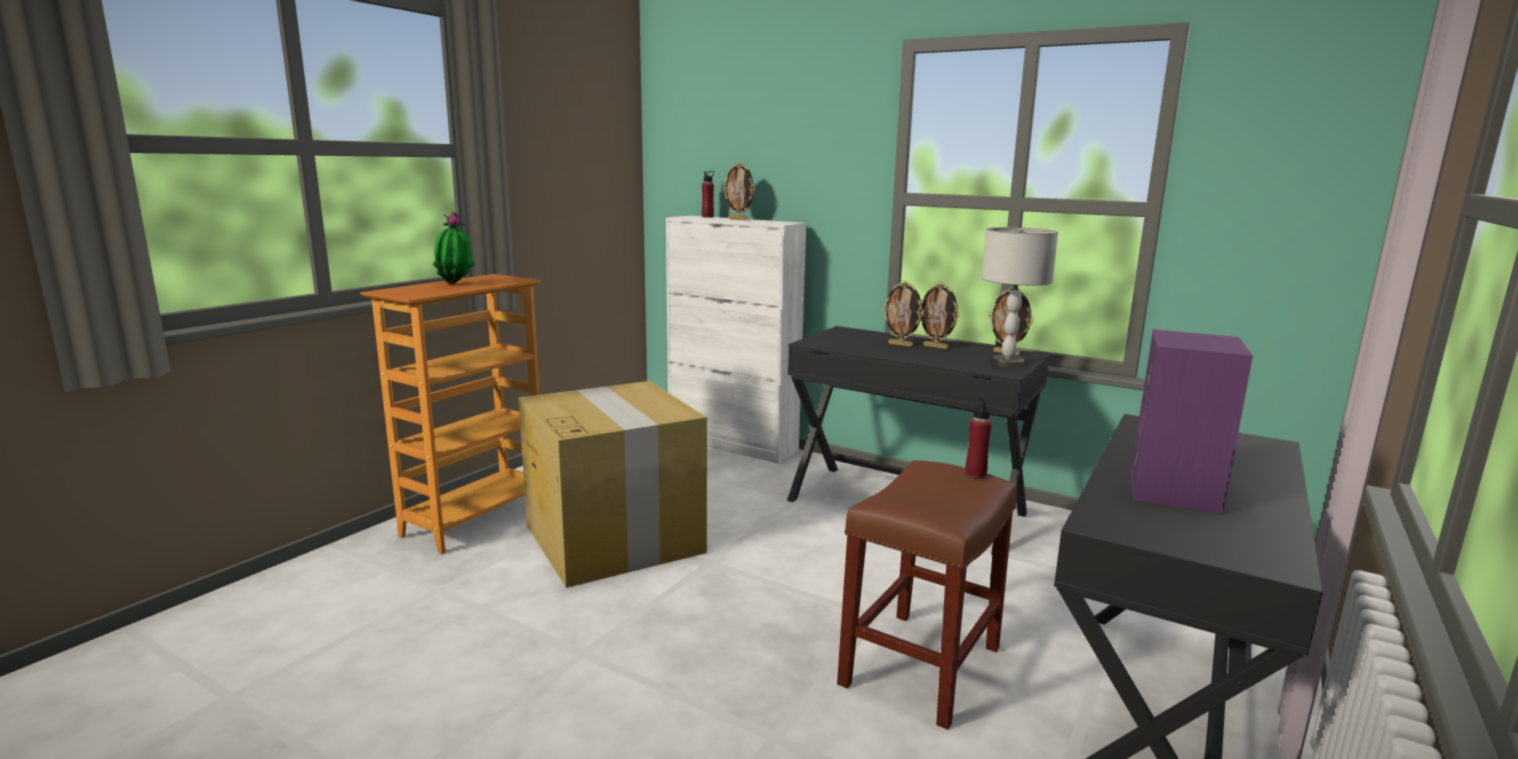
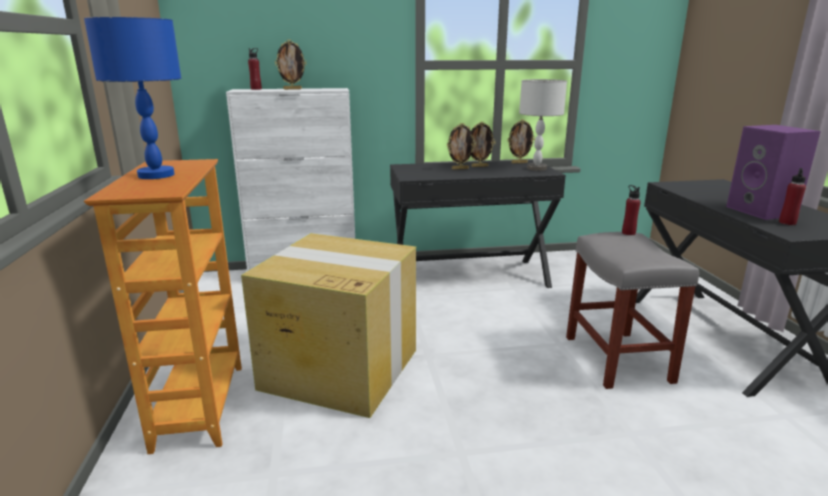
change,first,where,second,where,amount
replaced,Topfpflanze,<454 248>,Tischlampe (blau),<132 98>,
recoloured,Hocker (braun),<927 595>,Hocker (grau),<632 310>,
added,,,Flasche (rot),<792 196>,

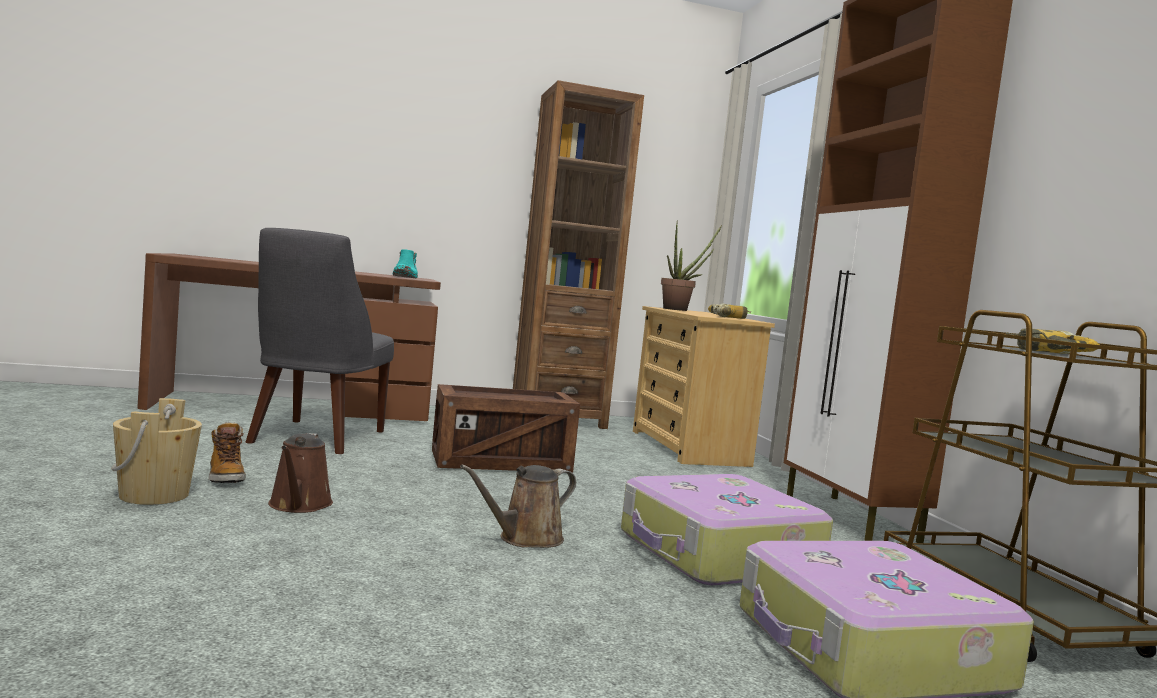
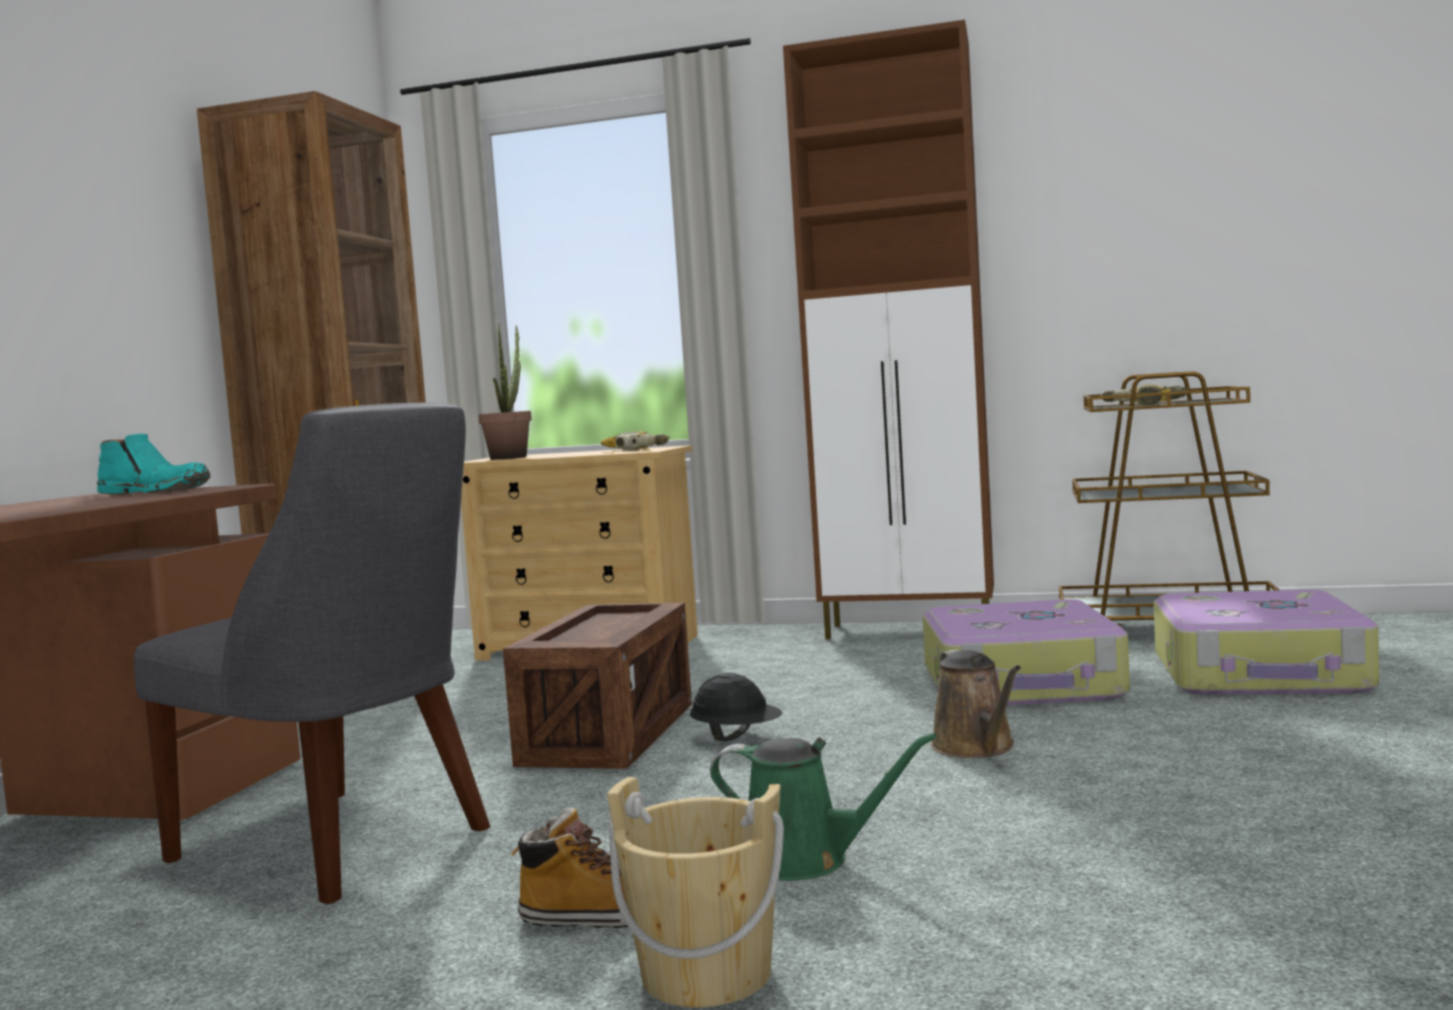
change,first,where,second,where,amount
recoloured,Gießkanne (braun),<300 473>,Gießkanne (grün),<823 807>,
added,,,Schutzhelm (schwarz),<736 707>,

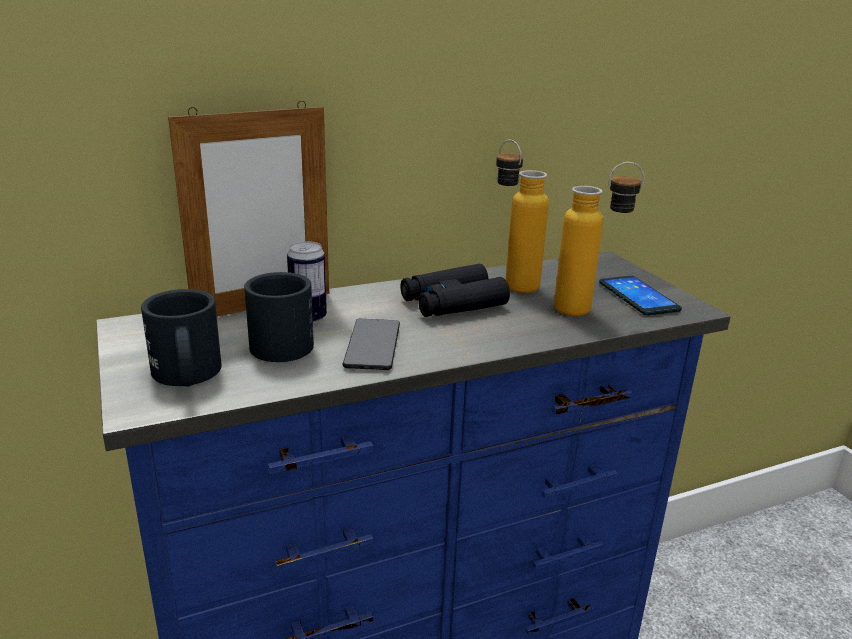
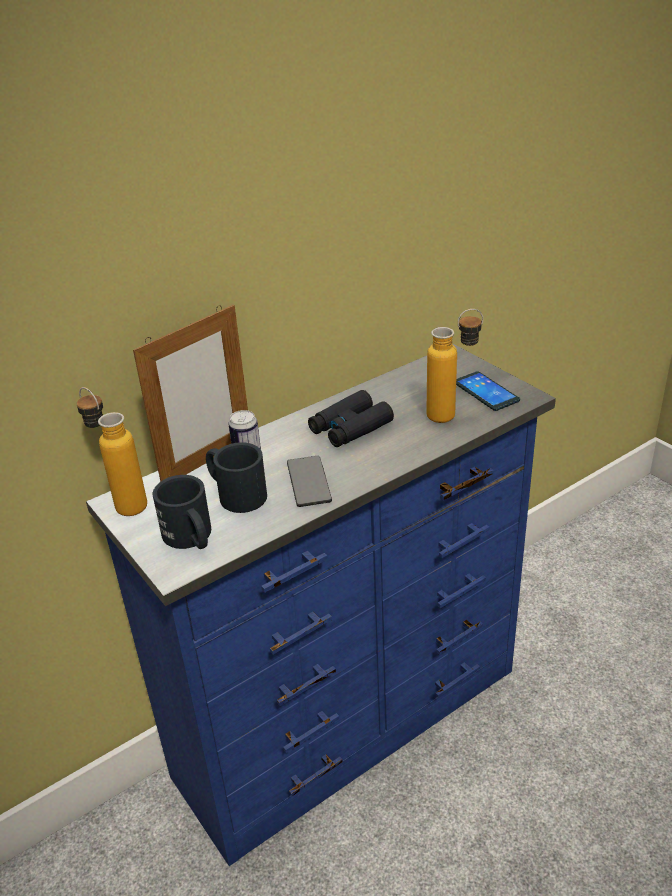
change,first,where,second,where,amount
moved,Flasche,<522 216>,,<112 451>,

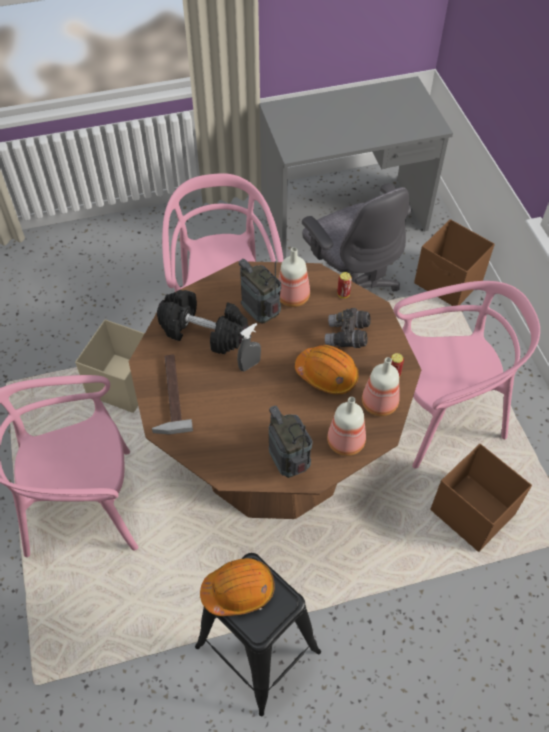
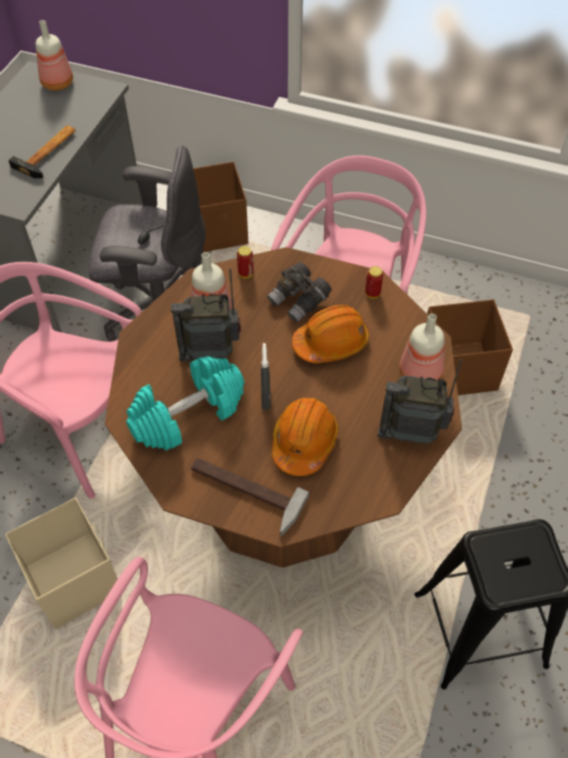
change,first,where,second,where,amount
recoloured,Hantel (schwarz),<203 322>,Hantel (türkis),<185 403>,
moved,Schutzhelm (orange),<237 587>,,<305 437>,
moved,Flasche,<381 386>,,<54 55>,
added,,,Hammer,<42 151>,

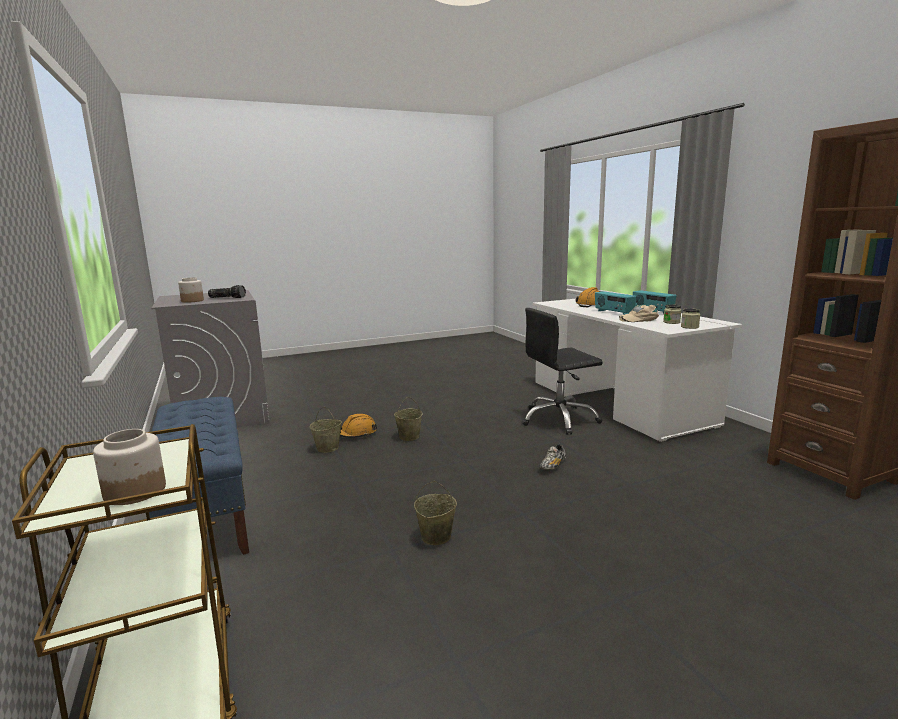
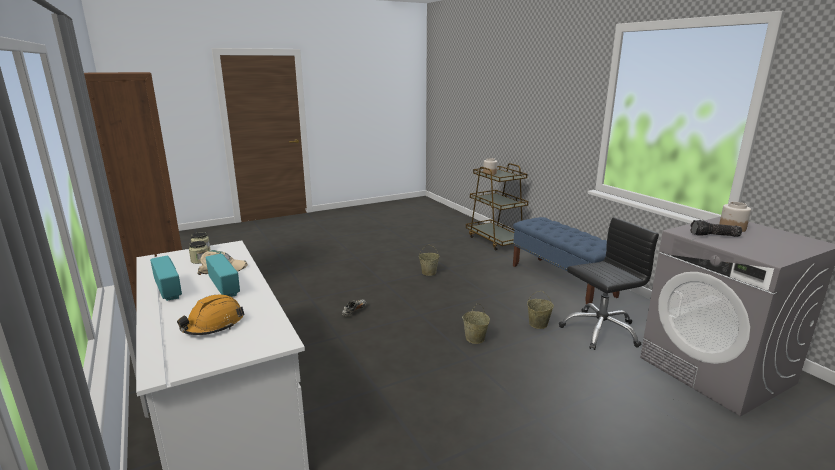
change,first,where,second,where,amount
removed,Schutzhelm (orange),<358 426>,,,
moved,Bürostuhl (schwarz),<562 371>,,<609 283>,

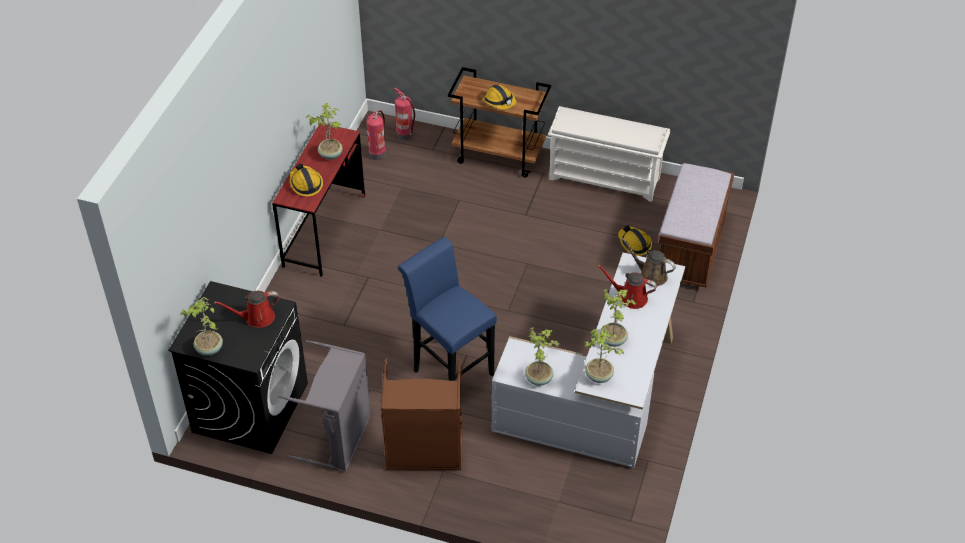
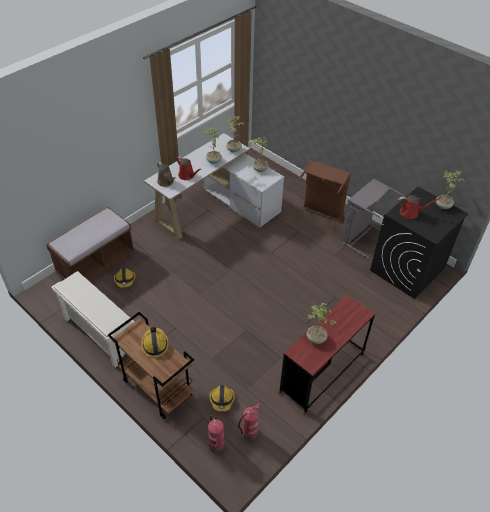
change,first,where,second,where,amount
moved,Schutzhelm,<306 180>,,<222 398>,
removed,Hocker (blau),<447 309>,,,

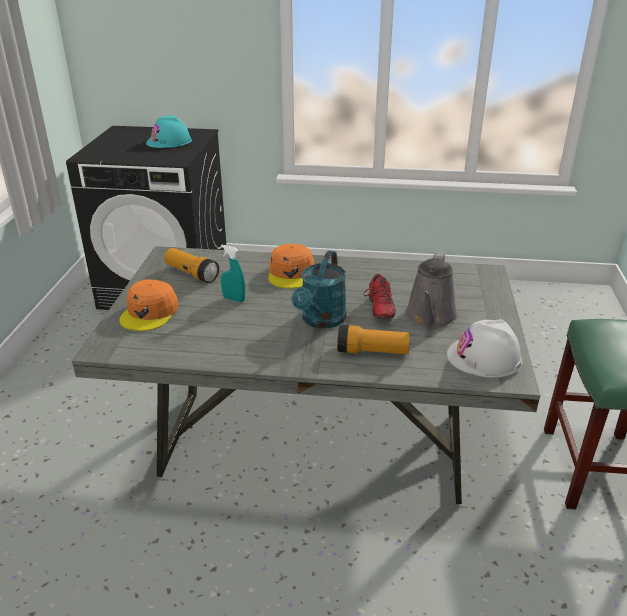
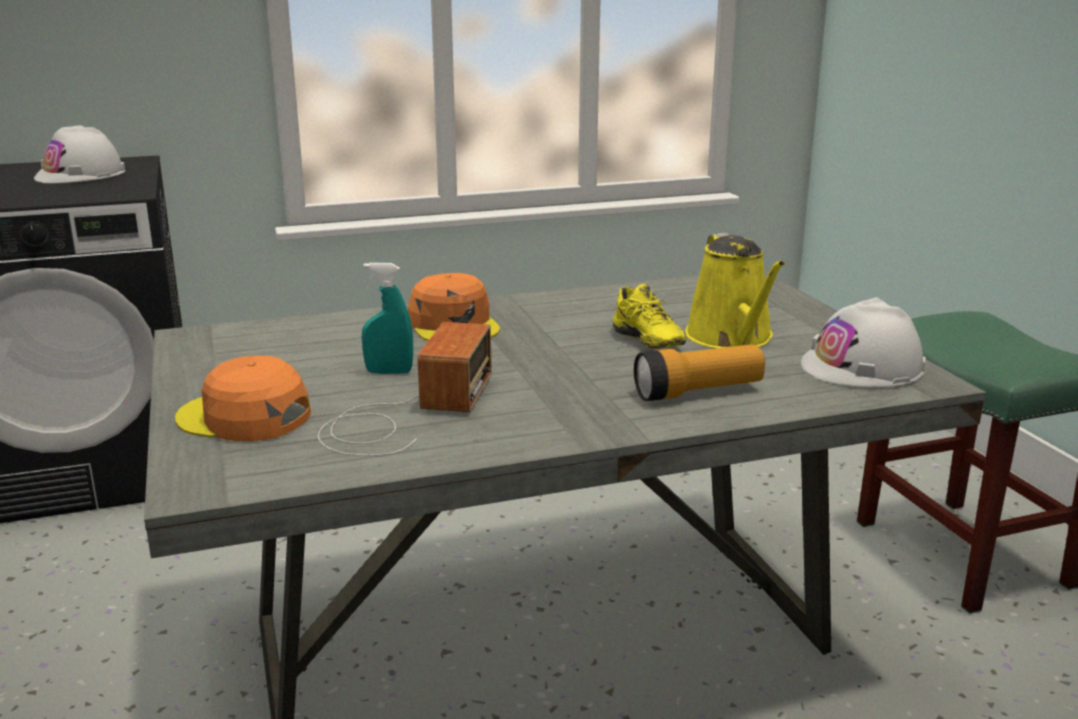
change,first,where,second,where,amount
turned,Kappe (orange),<148 305>,,<243 398>,120 degrees clockwise
recoloured,Schutzhelm (türkis),<169 131>,Schutzhelm (weiß),<79 154>,
removed,Taschenlampe,<191 265>,,,
removed,Gießkanne (türkis),<319 290>,,,
recoloured,Schuh (rot),<379 296>,Schuh (gelb),<649 316>,
recoloured,Gießkanne (grau),<431 290>,Gießkanne (gelb),<735 291>,
added,,,Radio,<405 389>,

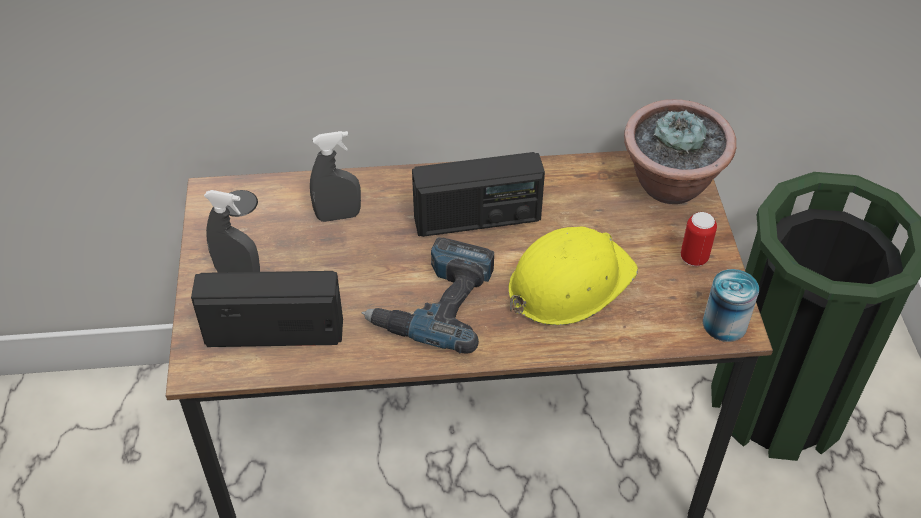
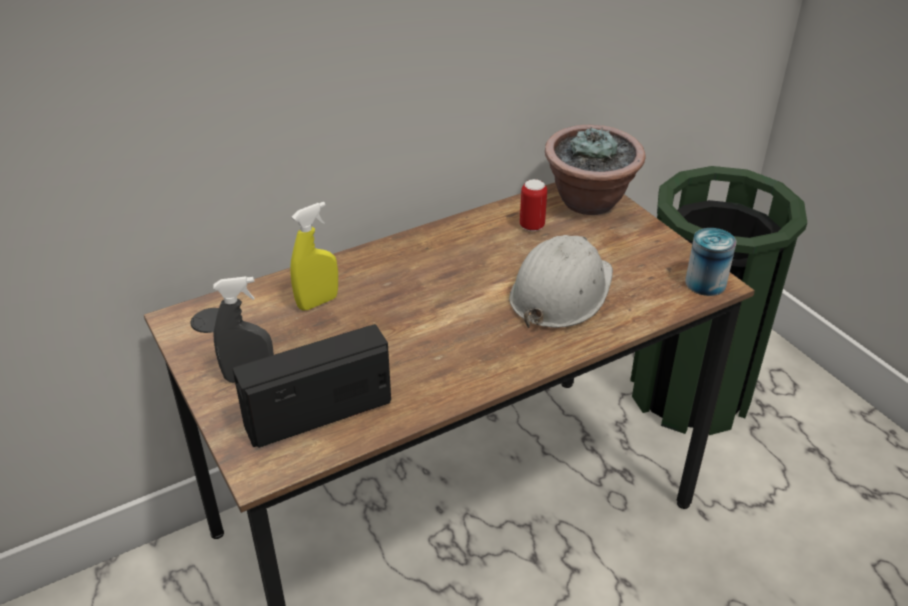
change,first,where,second,where,amount
recoloured,Sprühflasche (grau),<335 176>,Sprühflasche (gelb),<314 256>,
removed,Bohrmaschine,<428 295>,,,
removed,Radio,<478 194>,,,
recoloured,Schutzhelm (gelb),<573 276>,Schutzhelm (weiß),<561 281>,
moved,Dose,<699 239>,,<533 205>,

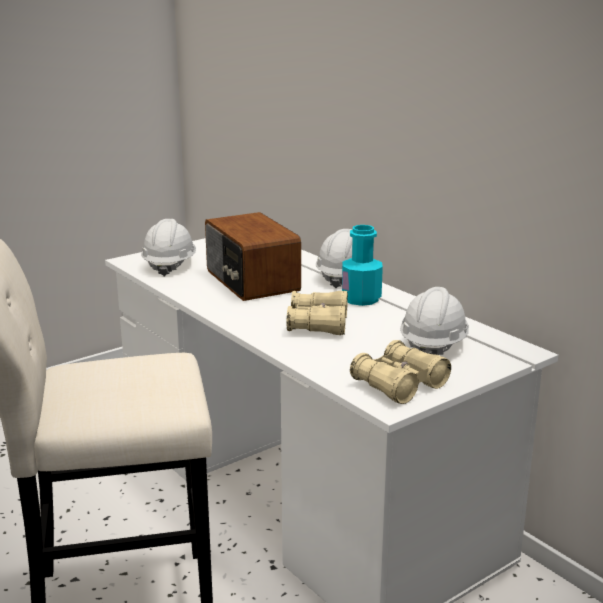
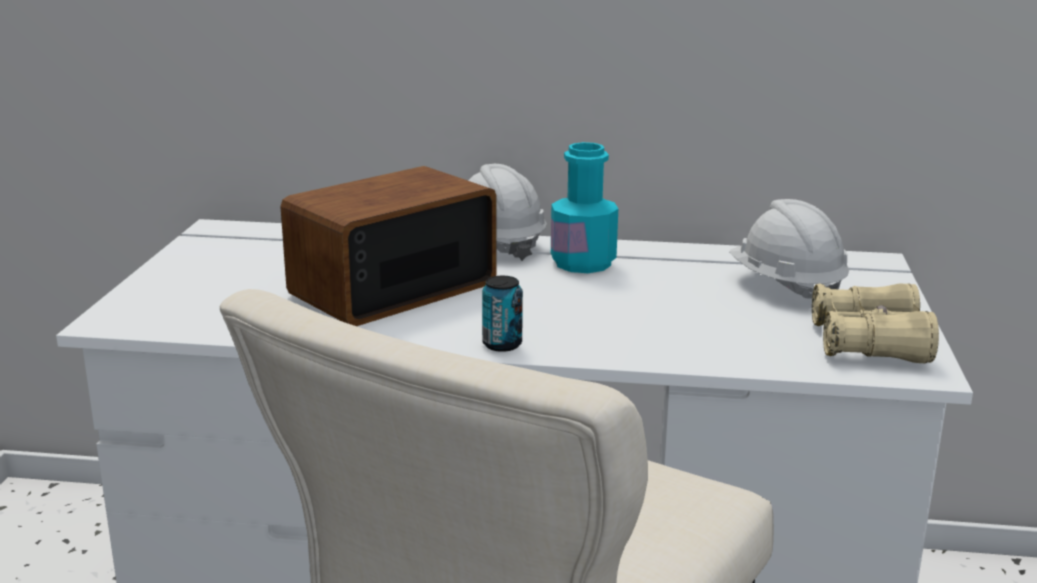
change,first,where,second,where,amount
removed,Schutzhelm (weiß),<168 248>,,,
turned,Radio,<253 256>,,<389 246>,120 degrees clockwise
removed,Fernglas (beige),<317 313>,,,
added,,,Dose,<502 314>,

